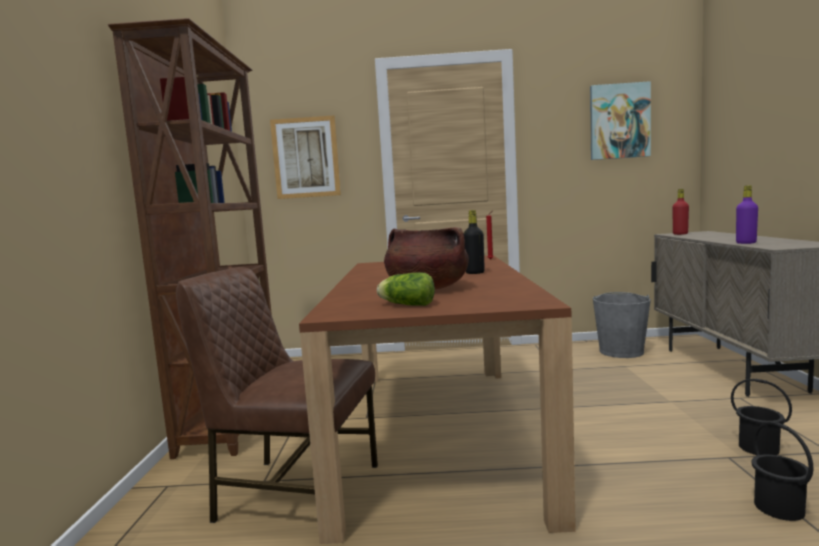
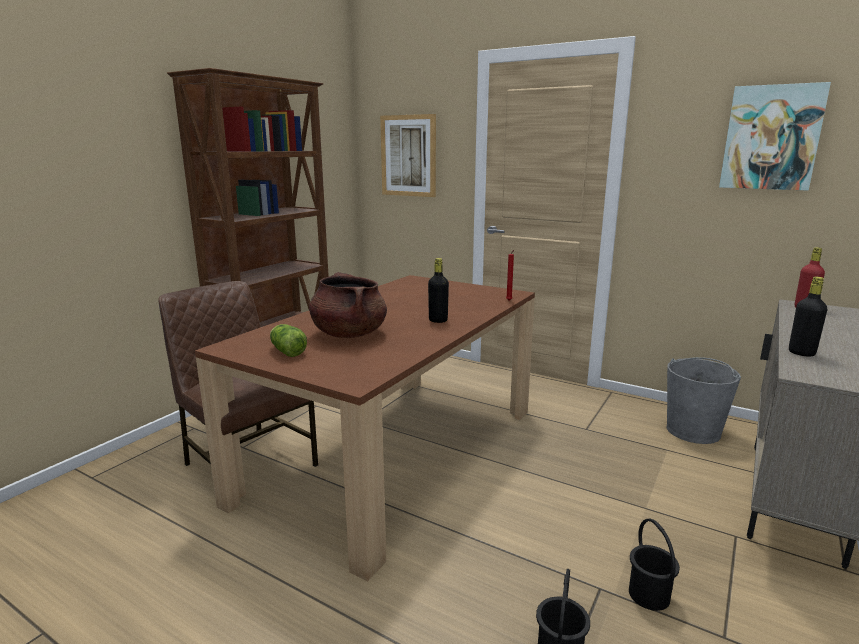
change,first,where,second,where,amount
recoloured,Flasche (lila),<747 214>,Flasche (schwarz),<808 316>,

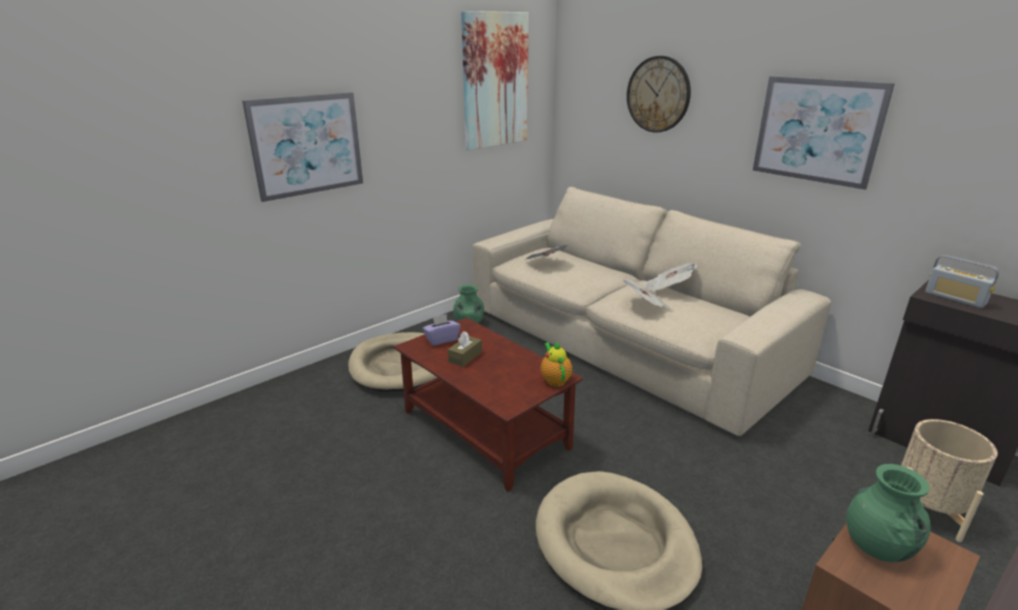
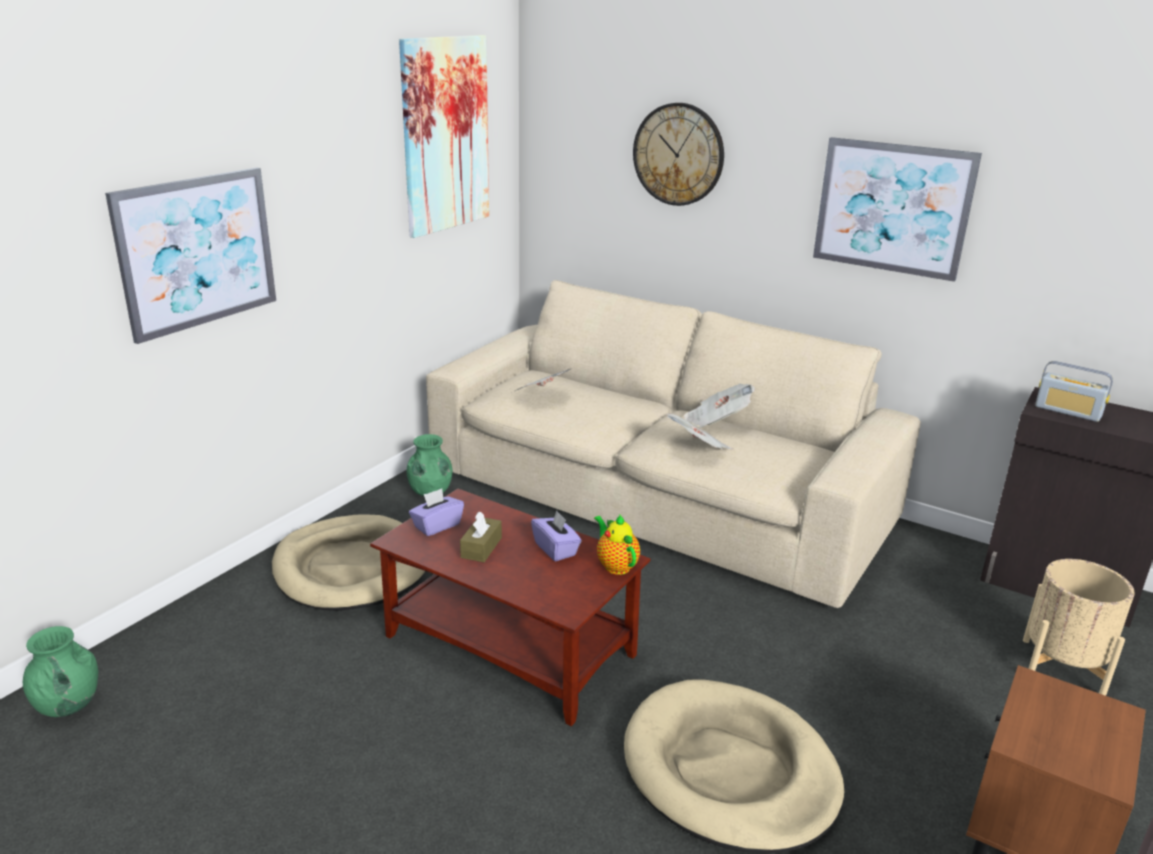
change,first,where,second,where,amount
moved,Vase (grün),<889 513>,,<60 671>,
added,,,Taschentuchbox (lila),<556 535>,

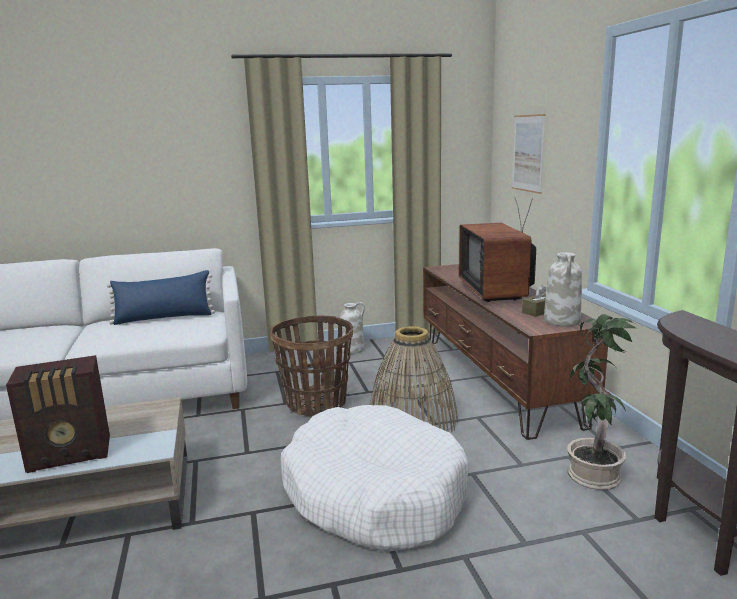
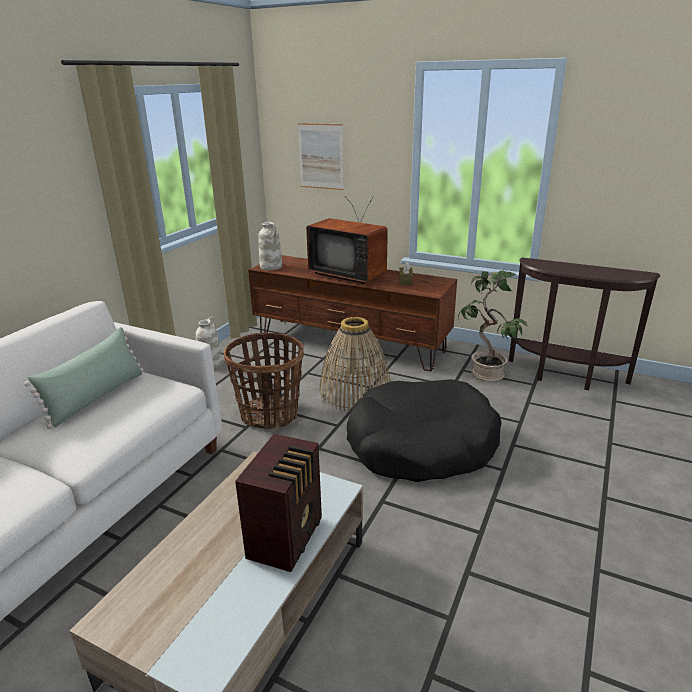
change,first,where,second,where,amount
recoloured,Kissen (blau),<161 297>,Kissen (grün),<84 378>,
recoloured,Hundebett (weiß),<375 478>,Hundebett (schwarz),<424 430>,
moved,Vase (weiß),<563 289>,,<270 246>,

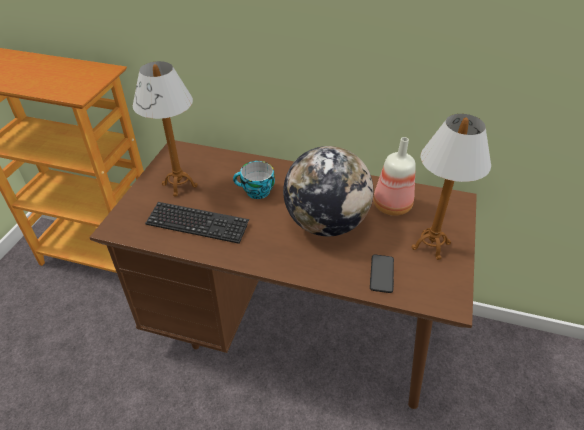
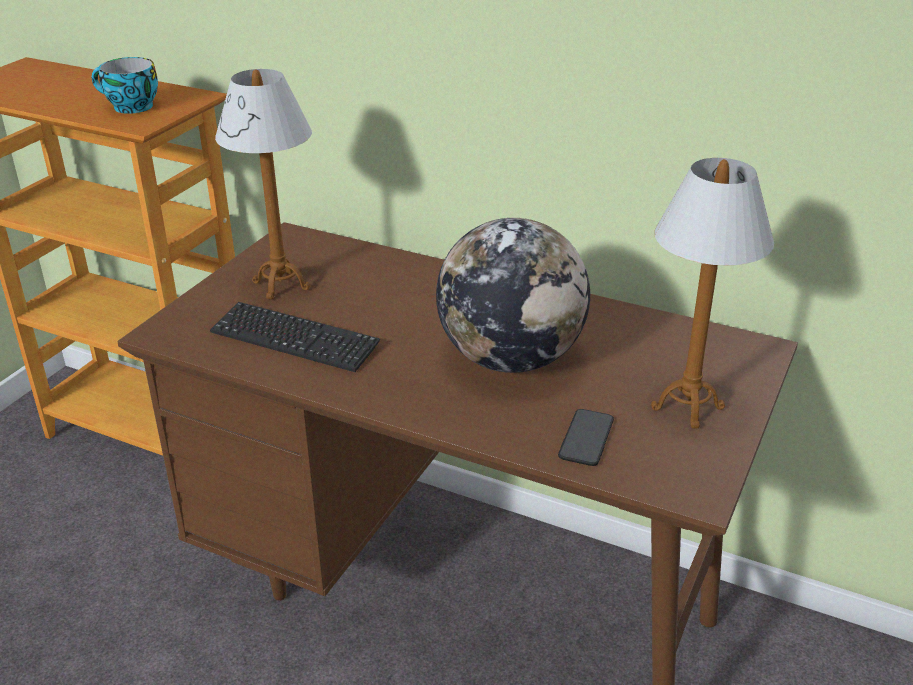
change,first,where,second,where,amount
moved,Tasse,<254 180>,,<125 85>,
removed,Flasche,<394 176>,,,

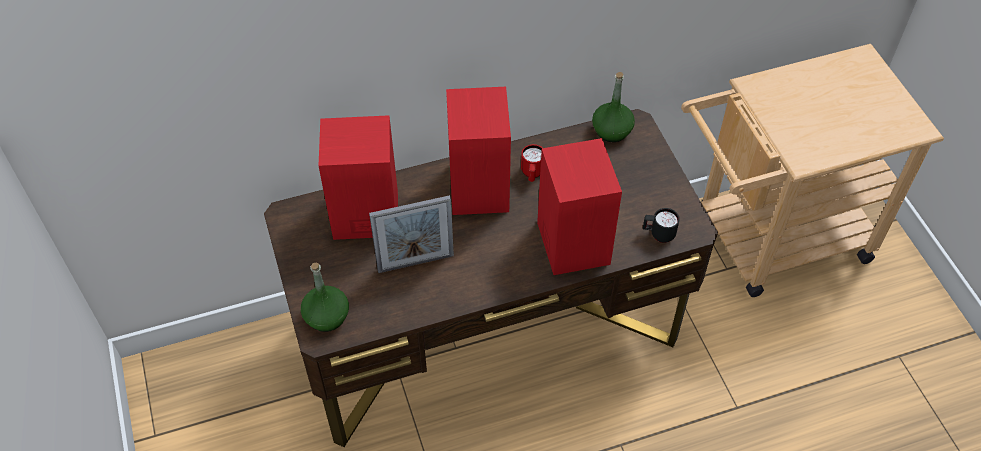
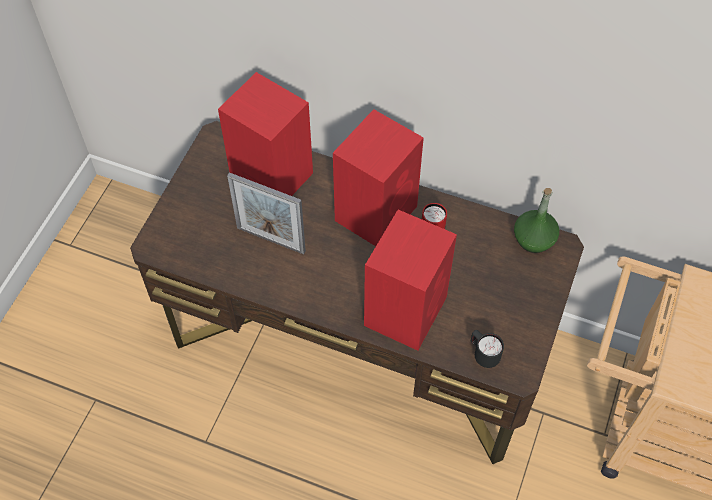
change,first,where,second,where,amount
removed,Flasche (grün),<325 297>,,,

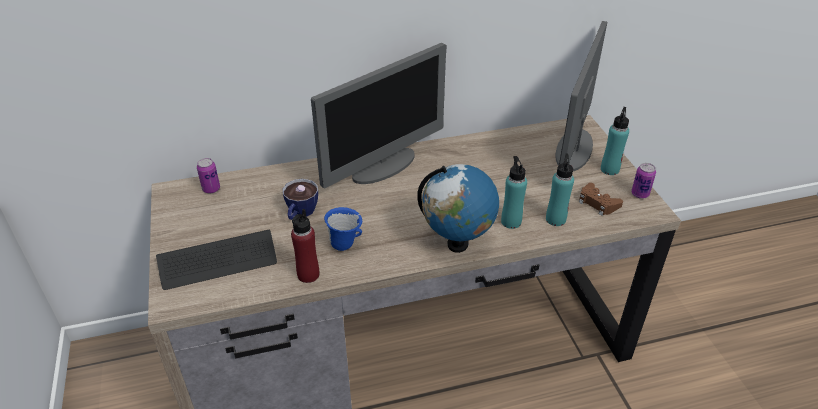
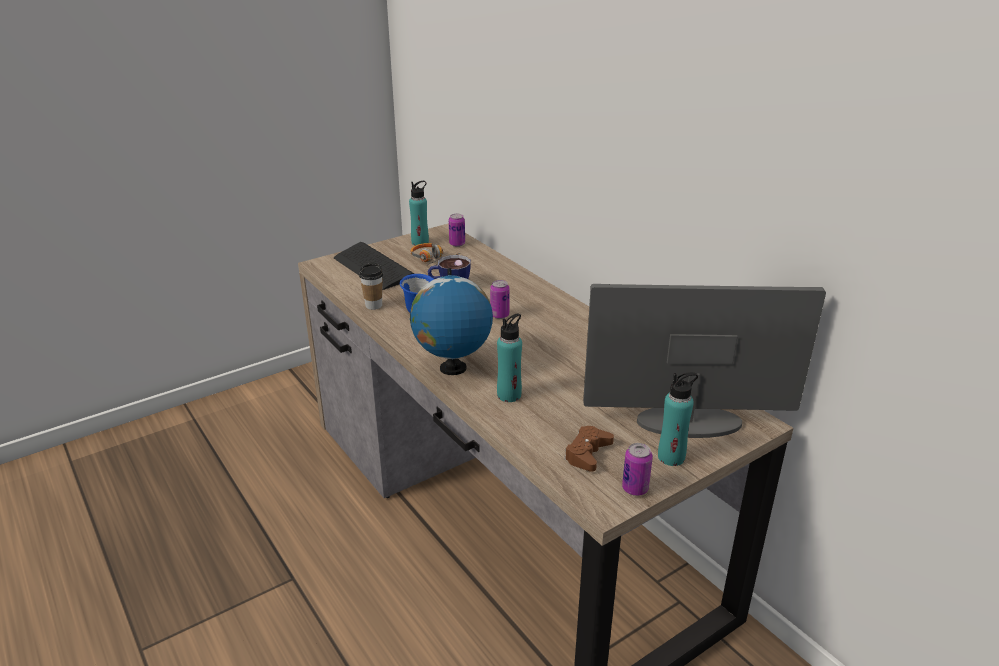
change,first,where,second,where,amount
replaced,Flasche (rot),<305 246>,Tasse,<371 286>,
removed,Monitor,<379 115>,,,
moved,Flasche (türkis),<560 189>,,<419 213>,
added,,,Kopfhörer,<435 255>,
added,,,Dose,<500 299>,

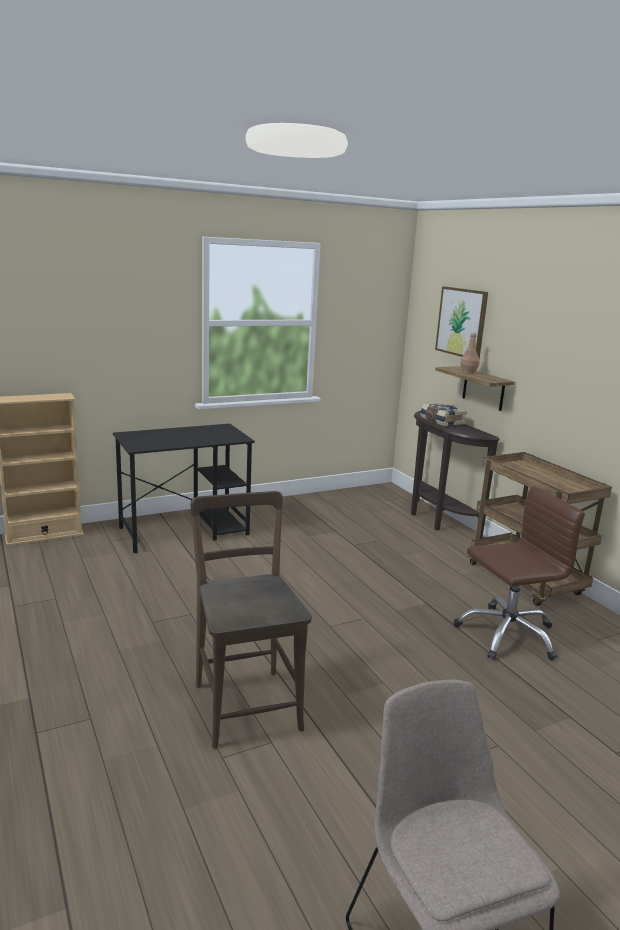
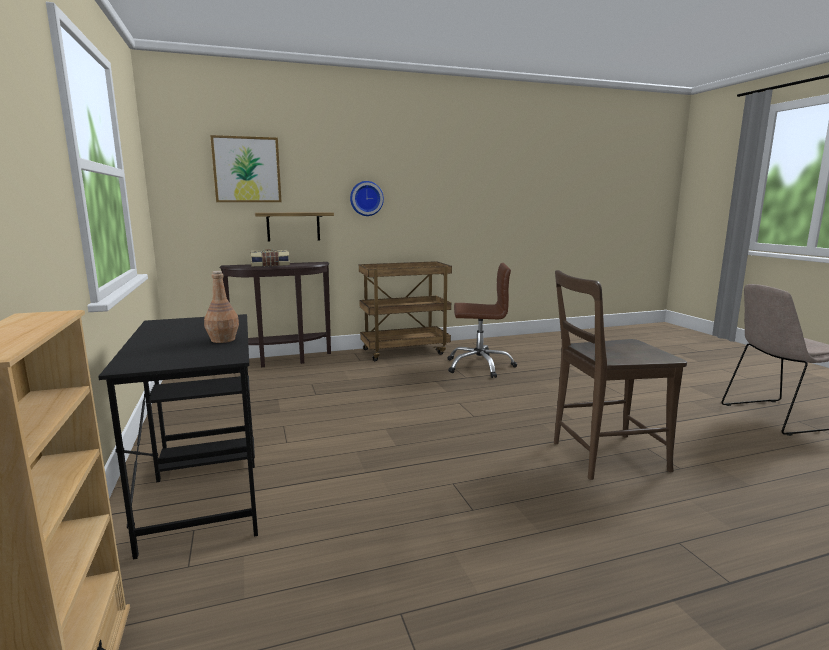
change,first,where,second,where,amount
turned,Bürostuhl (braun),<519 573>,,<482 320>,105 degrees clockwise
moved,Flasche (braun),<470 353>,,<221 307>,
added,,,Wanduhr,<367 198>,

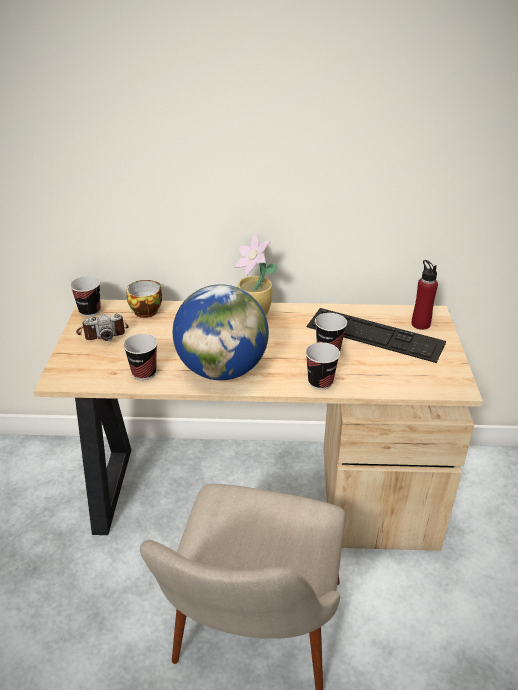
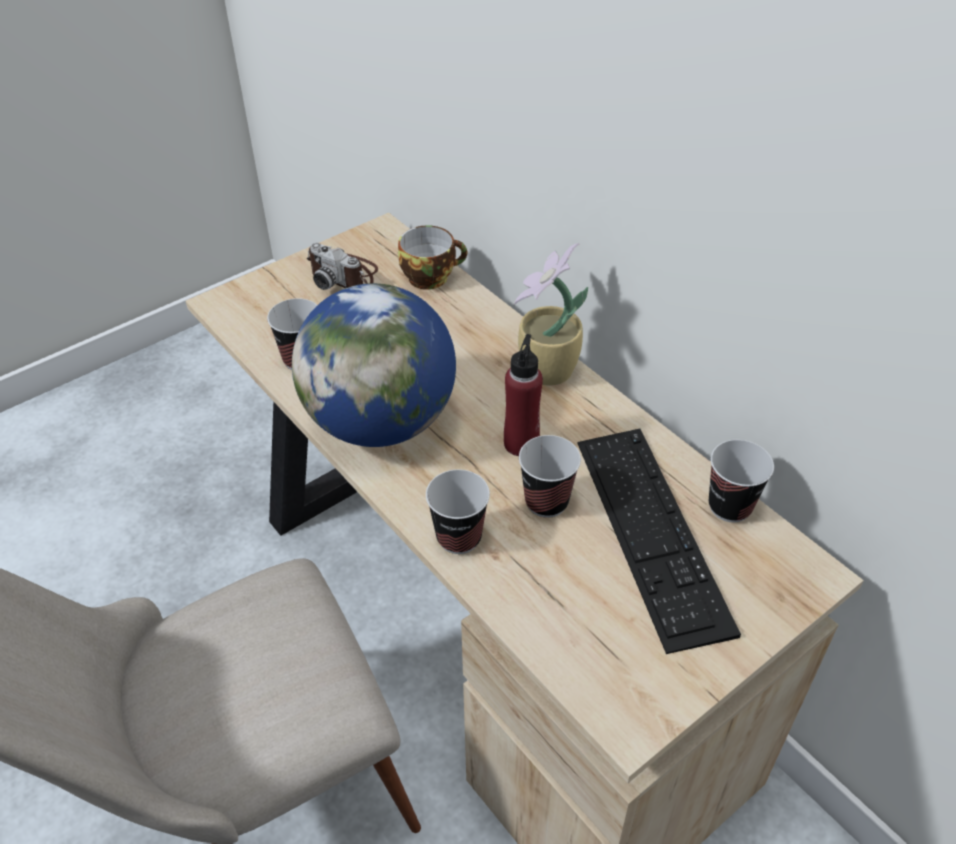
change,first,where,second,where,amount
moved,Tasse,<85 296>,,<741 481>,
moved,Flasche (rot),<424 295>,,<523 395>,

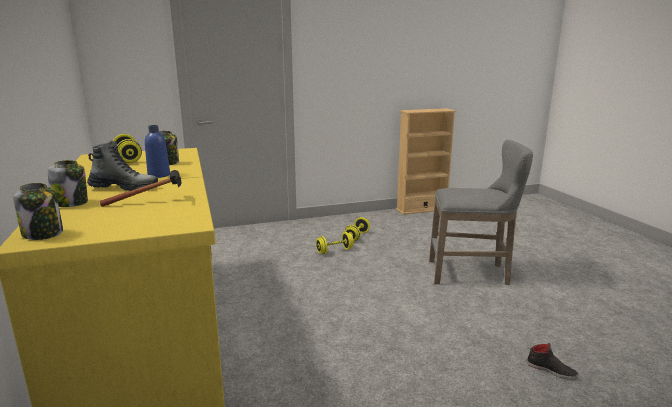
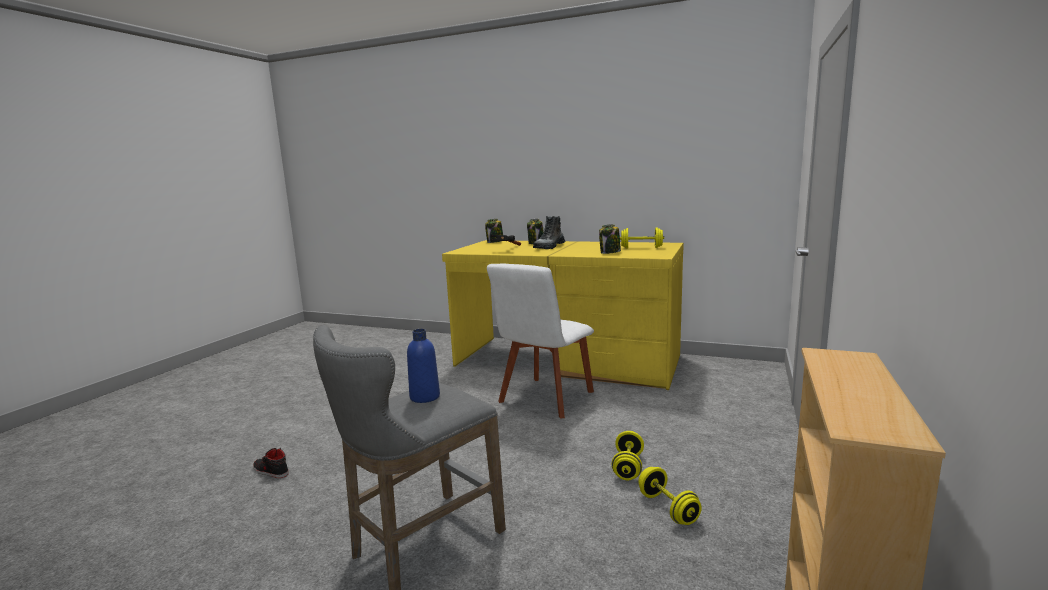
change,first,where,second,where,amount
moved,Flasche (blau),<157 151>,,<423 366>,
turned,Schuh (schwarz),<552 361>,,<271 463>,45 degrees clockwise
added,,,Stuhl (weiß),<540 341>,

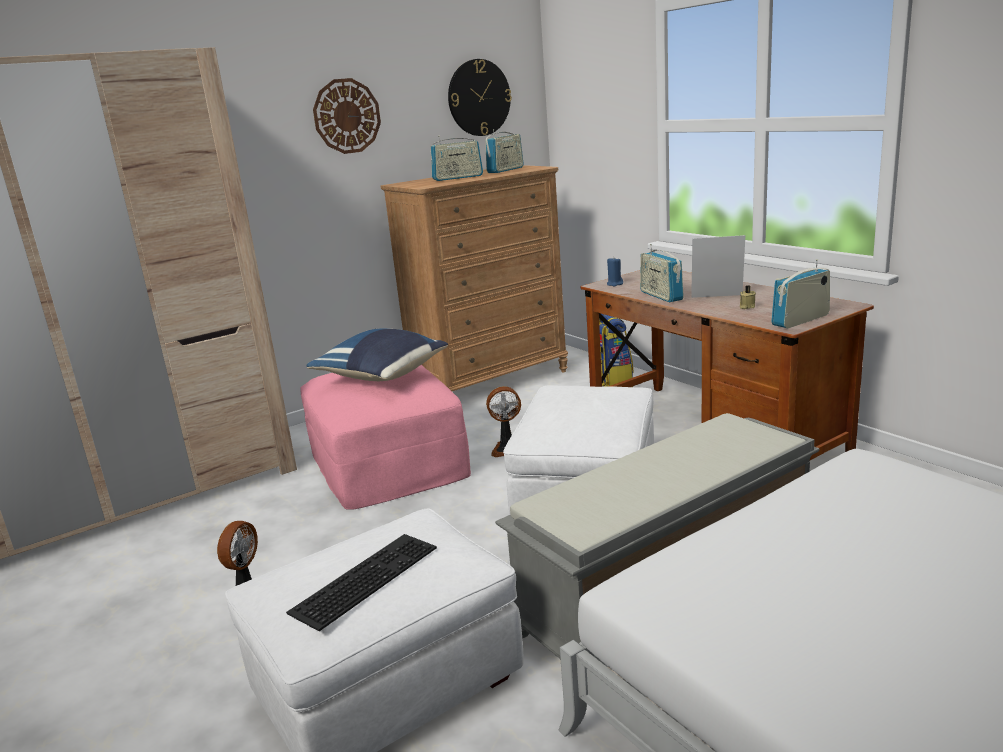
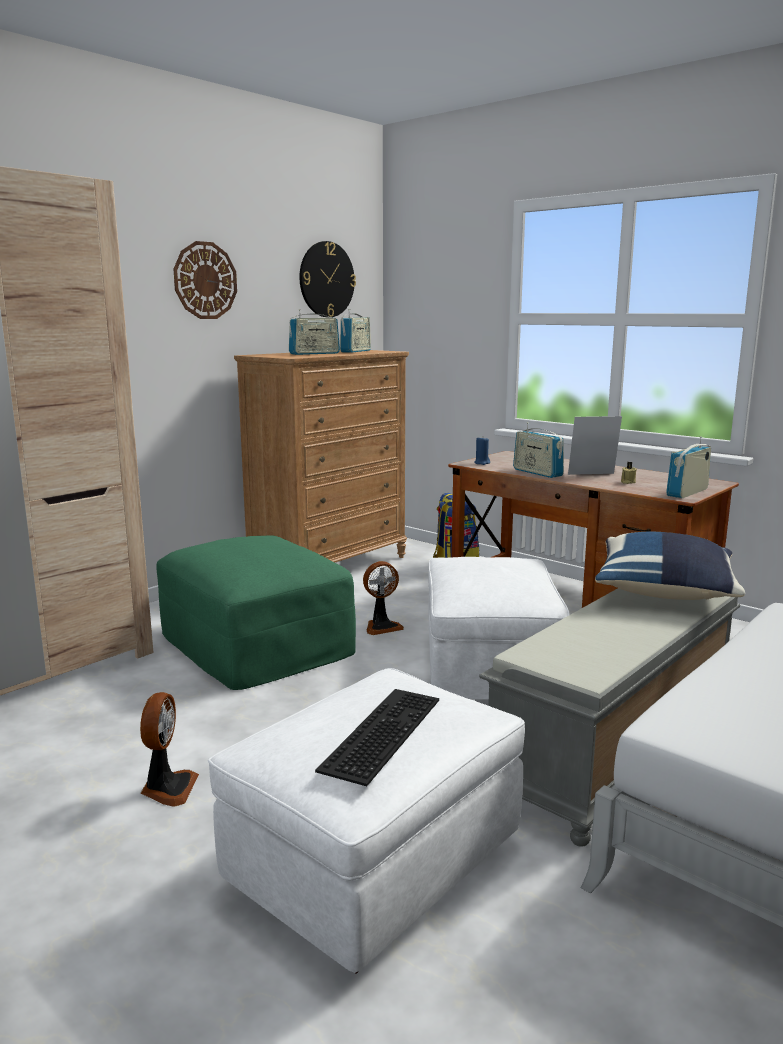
change,first,where,second,where,amount
recoloured,Polsterhocker (rosa),<385 437>,Polsterhocker (grün),<256 612>,
moved,Kissen (blau),<377 354>,,<670 566>,

